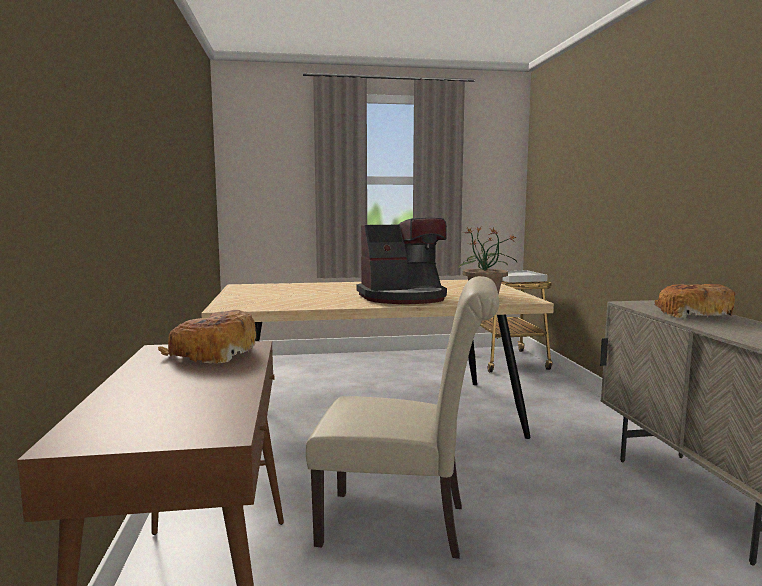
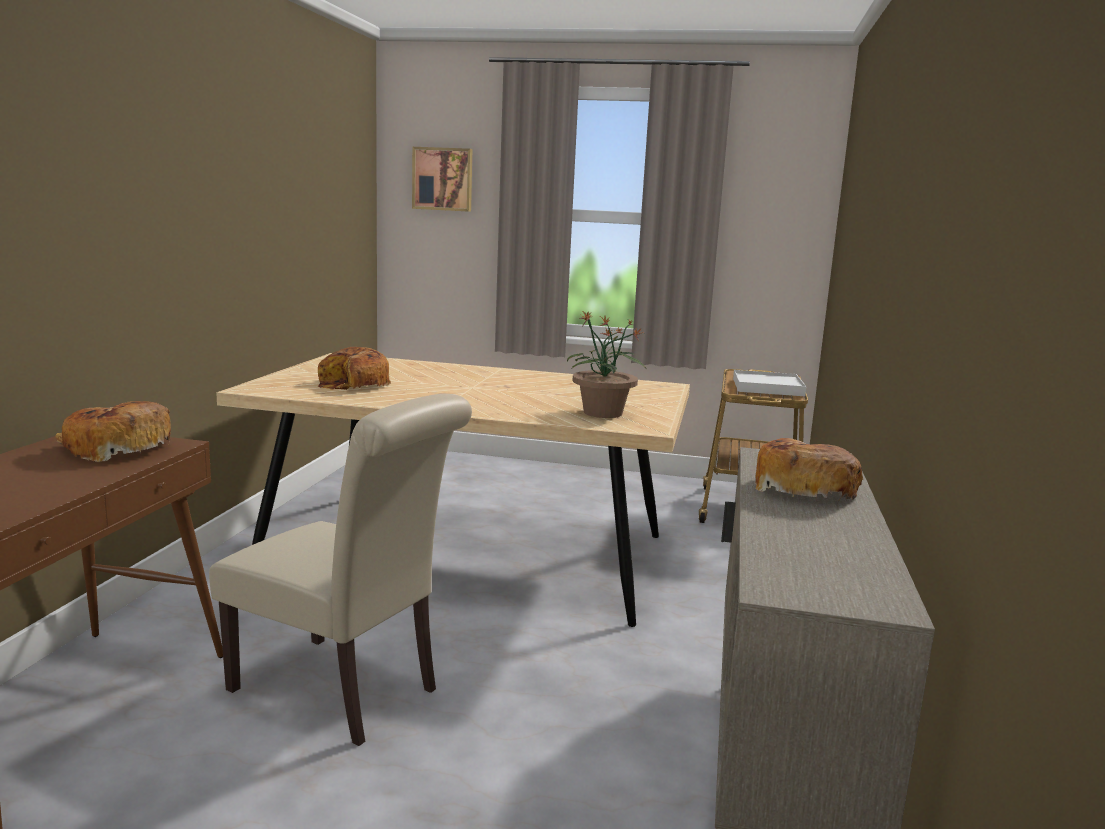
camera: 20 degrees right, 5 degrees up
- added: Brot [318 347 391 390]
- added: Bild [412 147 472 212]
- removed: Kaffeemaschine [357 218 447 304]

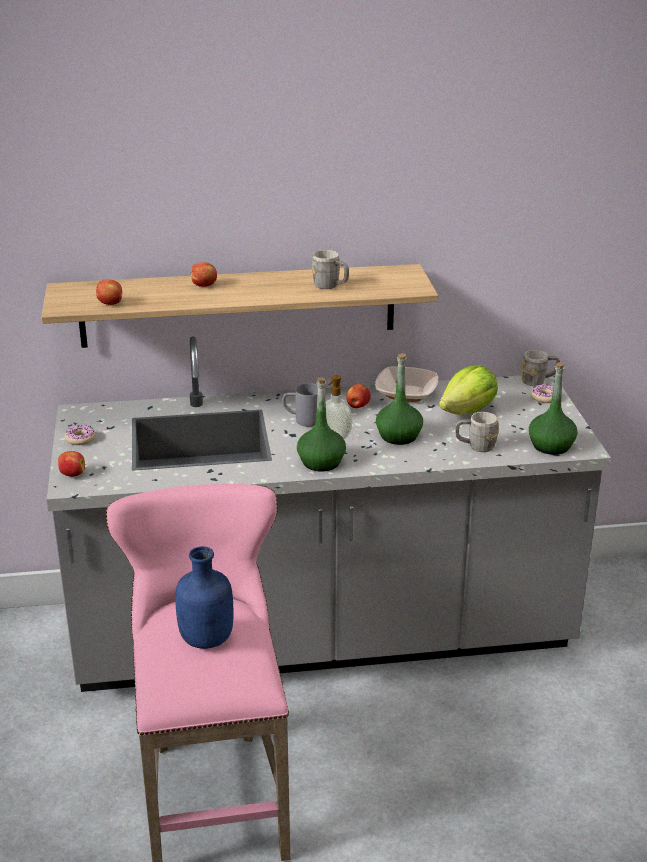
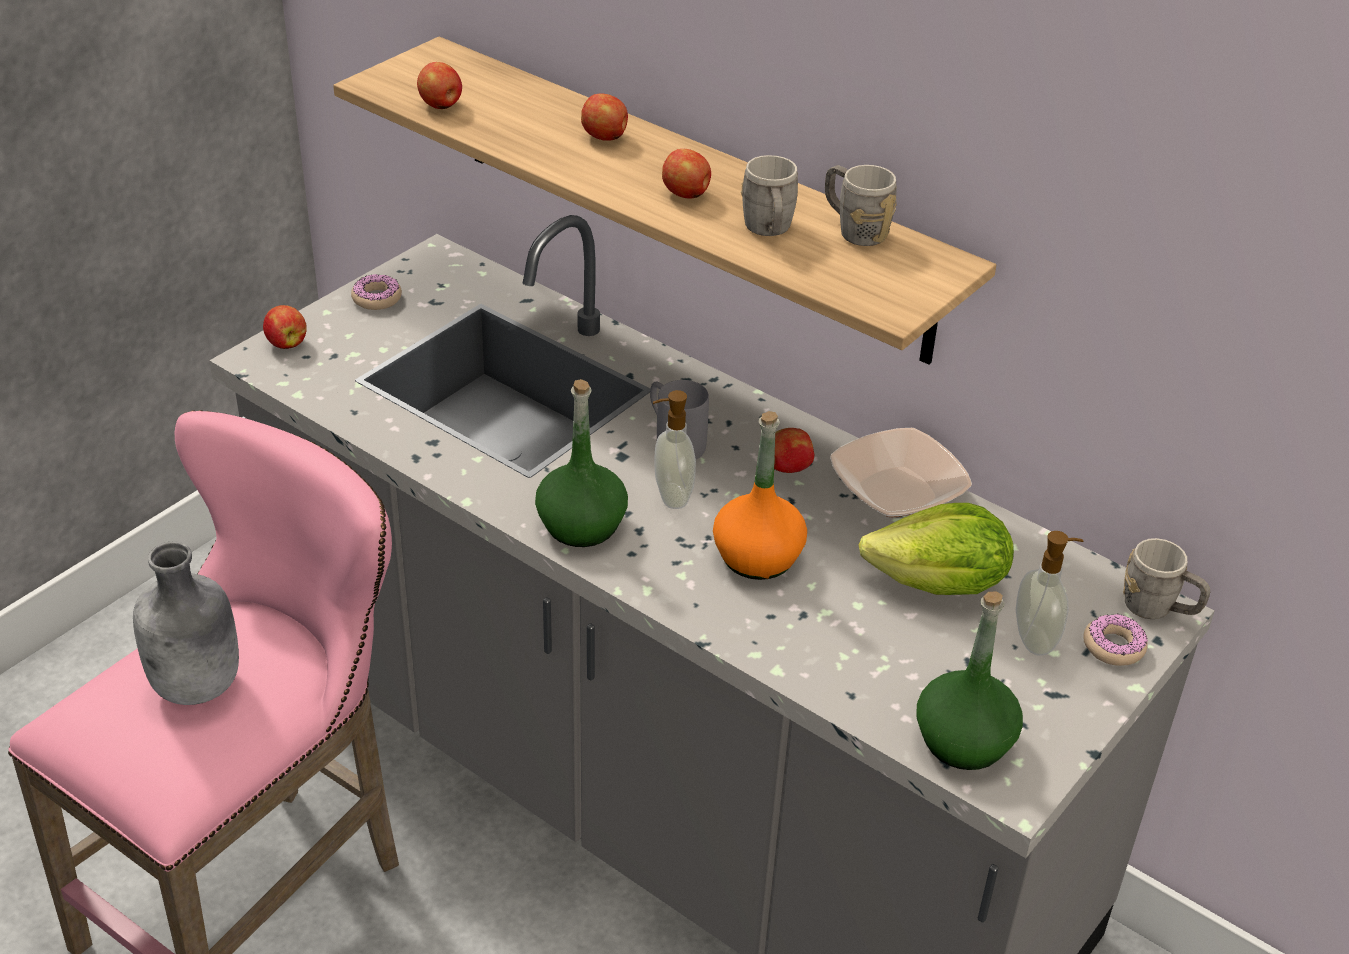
camera: 45 degrees right, 10 degrees up
- recoloured: Flasche/blau [175 546 234 649] to Flasche/grau [133 541 239 705]
- added: Apfel [662 149 711 198]
- recoloured: Flasche/grün [376 353 423 445] to Flasche/orange [713 411 807 580]
- moved: Henkelbecher/grau [455 412 499 452] to [825 165 897 246]
- added: Seifenspender [1016 531 1083 656]

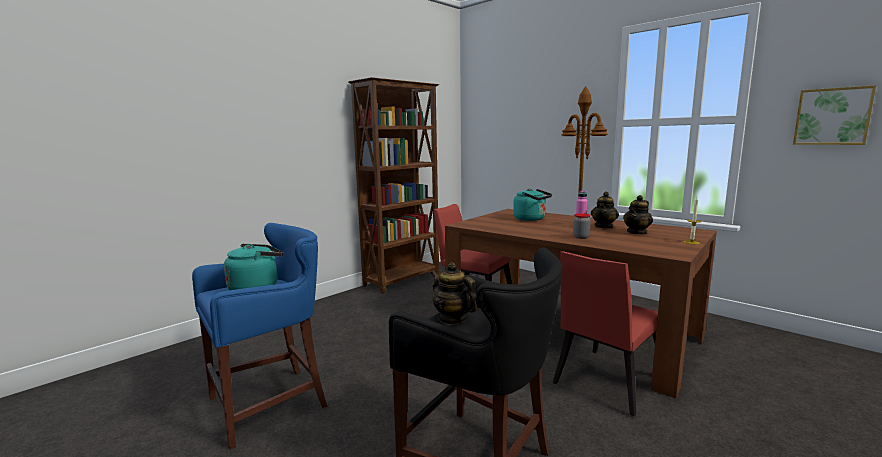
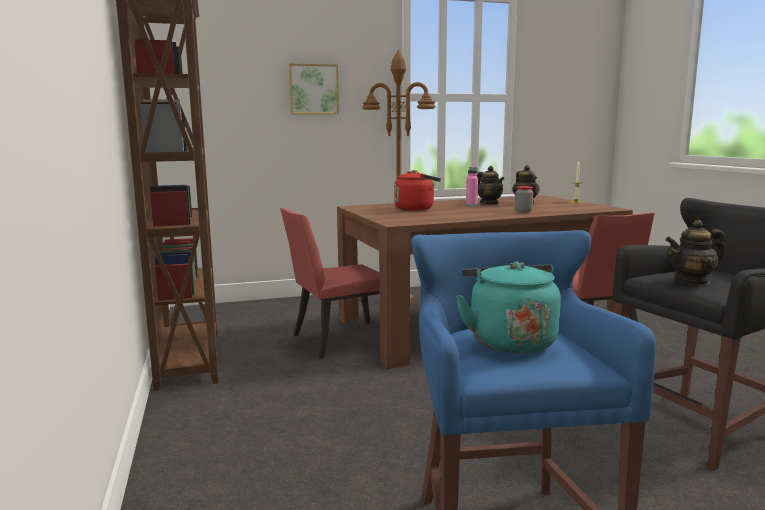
camera: 60 degrees left, 0 degrees up
- moved: Bild [793 85 876 145] to [289 63 339 114]
- recoloured: Wasserkessel/türkis [513 188 552 221] to Wasserkessel/rot [394 170 441 211]

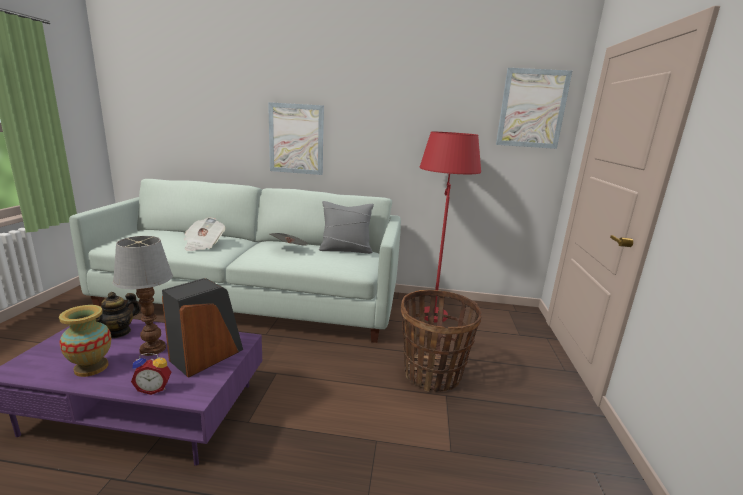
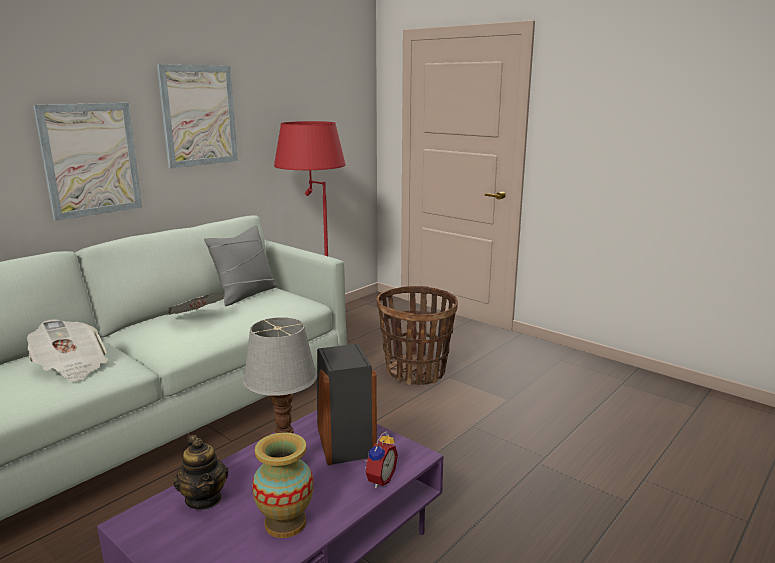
camera: 55 degrees left, 0 degrees up
- moved: Bild [496 68 572 149] to [157 64 238 168]

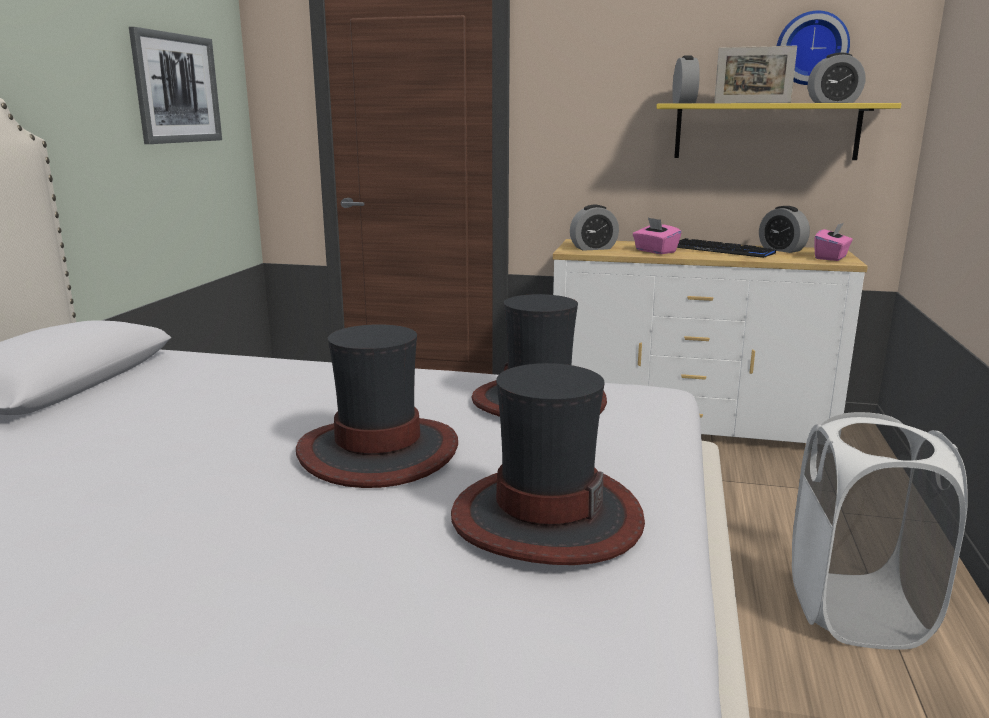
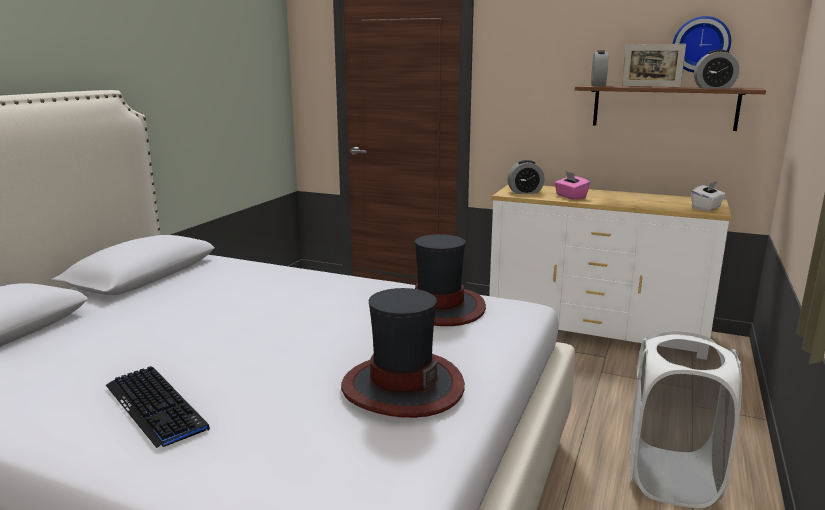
camera: 10 degrees right, 0 degrees up
- moved: Tastatur [677 238 776 258] to [106 366 210 448]
- recoloured: Wandregal/gelb [656 103 901 160] to Wandregal/braun [575 85 766 131]
- recoloured: Taschentuchbox/rosa [814 223 853 261] to Taschentuchbox/weiß [692 181 726 211]
- removed: Bild [129 27 222 144]
- removed: Hut [296 324 458 488]
- removed: Wecker [759 206 810 253]

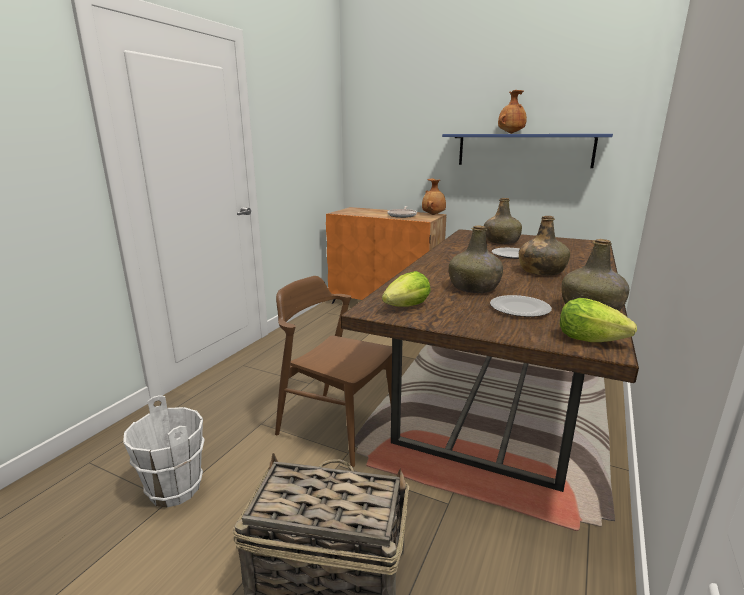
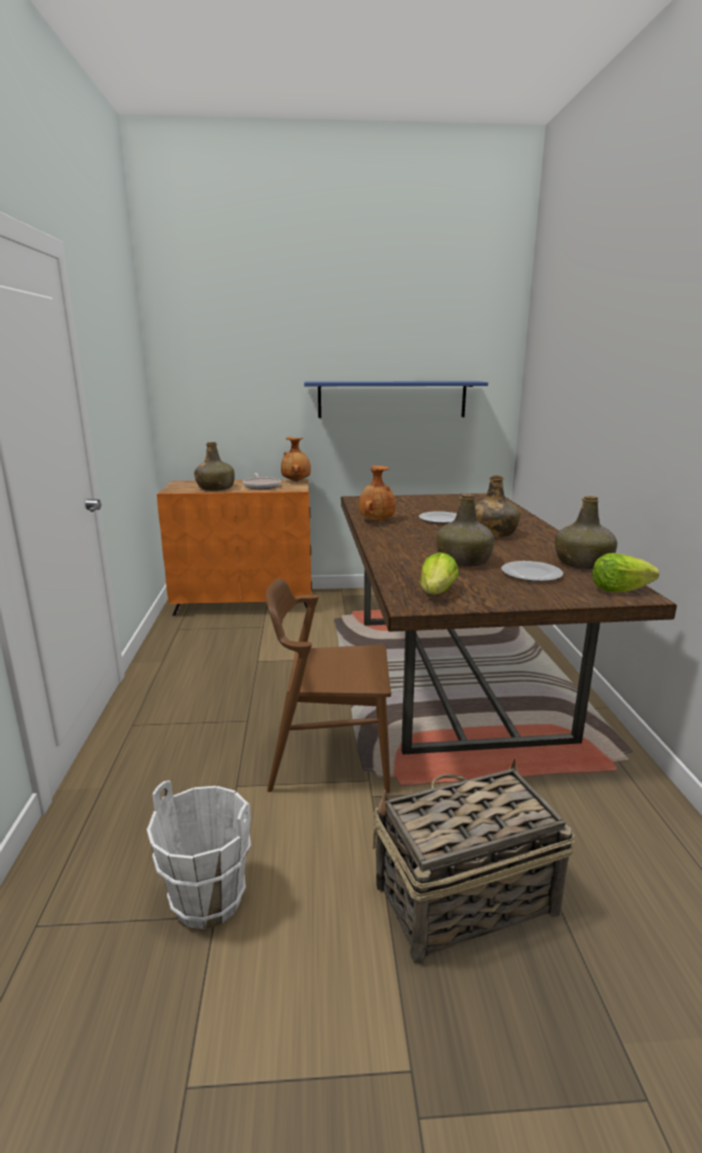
camera: 30 degrees left, 0 degrees up
- moved: Flasche/grün [484 198 522 244] to [194 442 235 491]
- moved: Vase/braun [498 90 527 134] to [359 466 396 521]

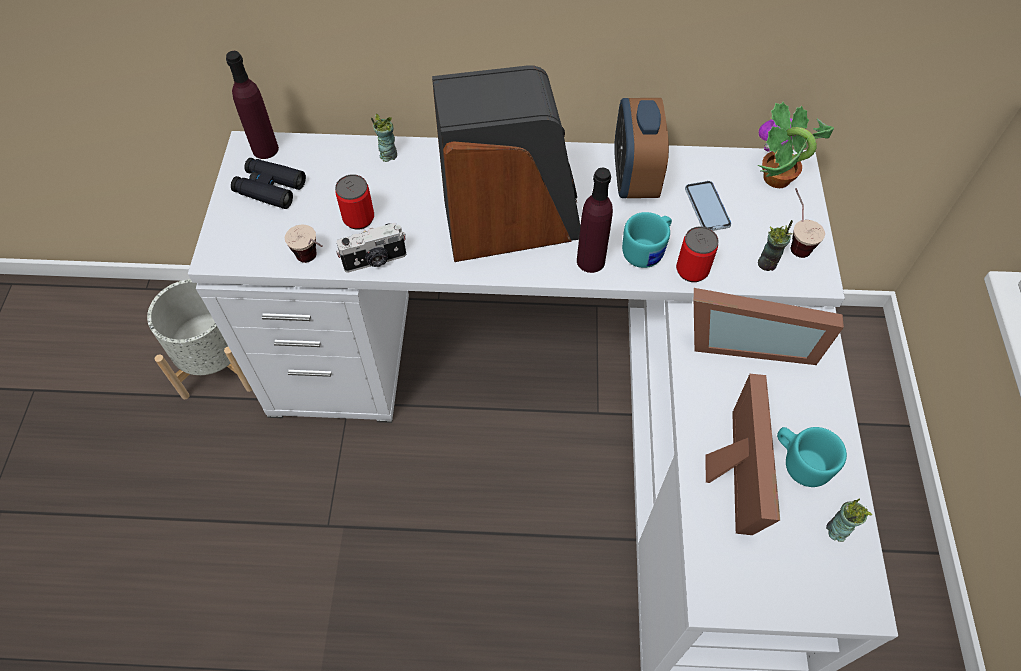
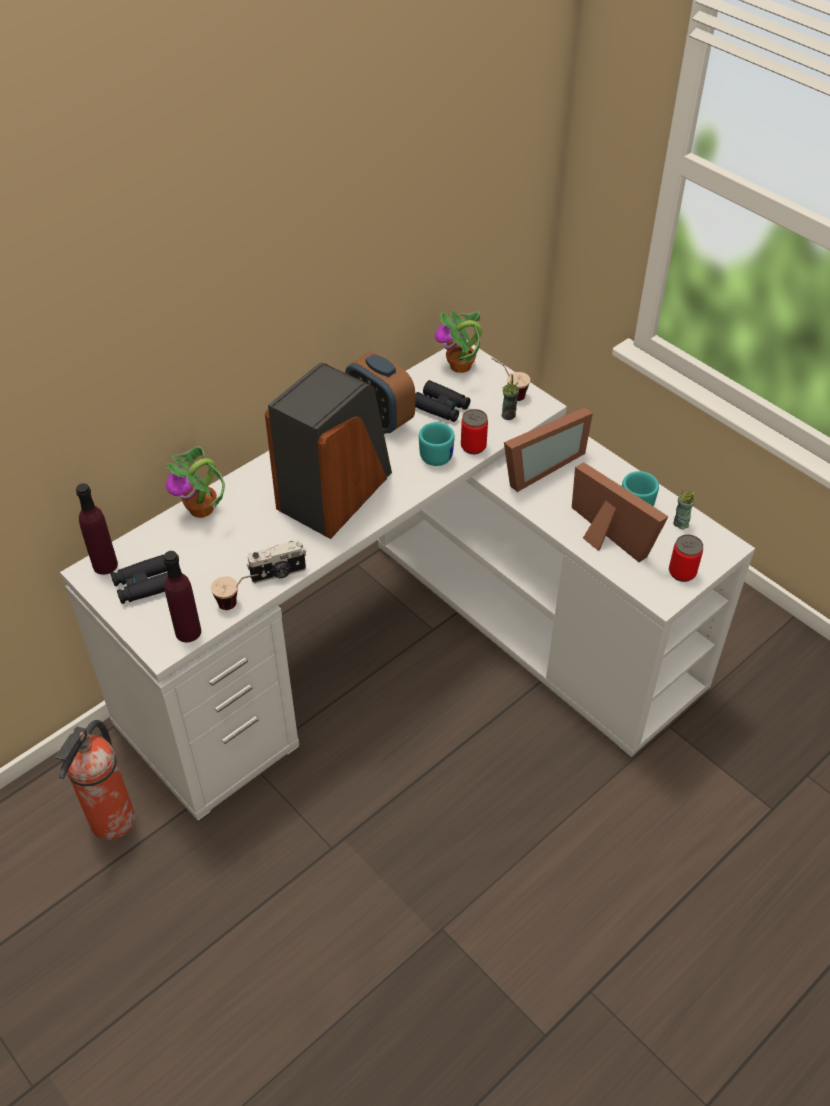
camera: 45 degrees left, 10 degrees down
- replaced: Pflanzkübel/grau [147 279 252 399] to Feuerlöscher [55 720 135 840]
- moved: Flasche/lila [577 168 613 273] to [164 551 201 642]
- replaced: Tasse [371 114 397 162] to Topfpflanze [166 446 225 518]
- turned: Kamera [336 223 406 273] = [247 540 306 583] 45 degrees clockwise
- replaced: Handy [685 181 732 231] to Fernglas/schwarz [415 380 470 422]
- moved: Dose [335 174 374 230] to [669 534 703 582]

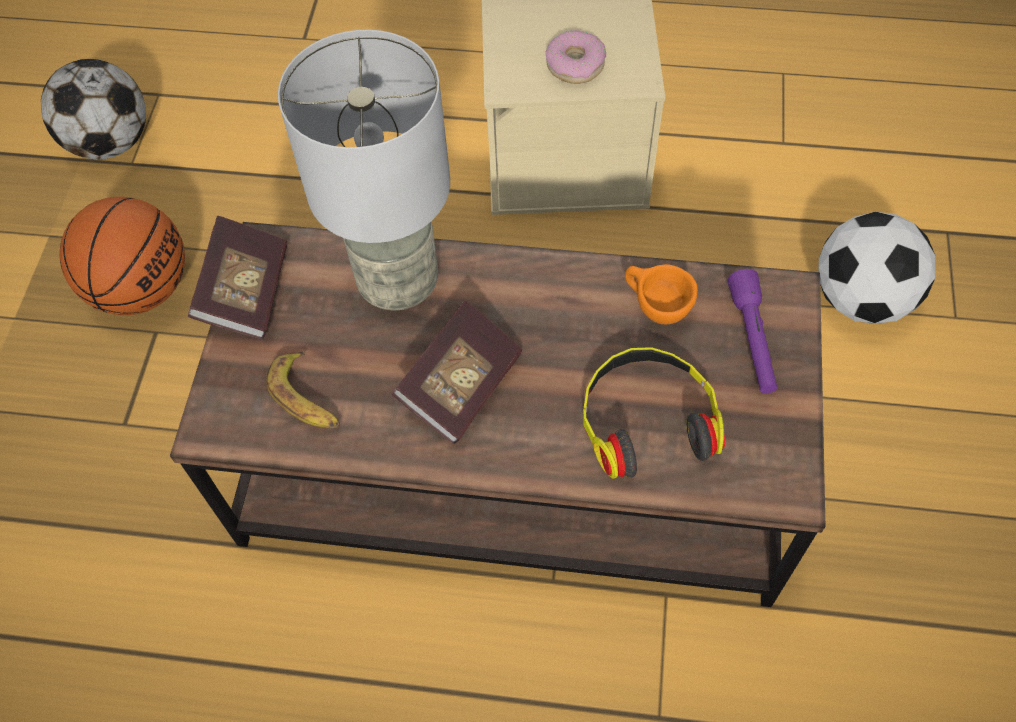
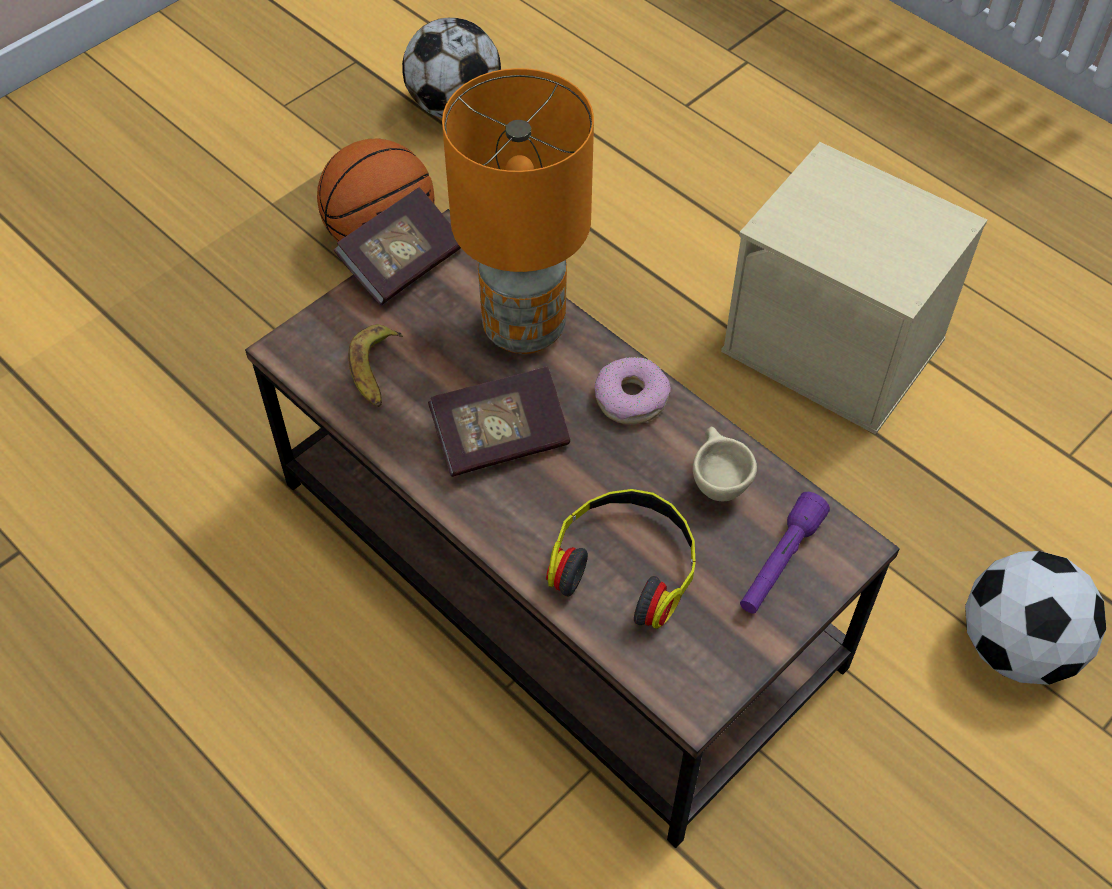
camera: 35 degrees right, 5 degrees down
- recoloured: Tischlampe/grau [278 29 450 311] to Tischlampe/orange [442 68 594 354]
- moved: Donut [546 30 606 84] to [595 357 671 424]
- recoloured: Tasse/orange [625 264 698 324] to Tasse/beige [693 427 757 501]

